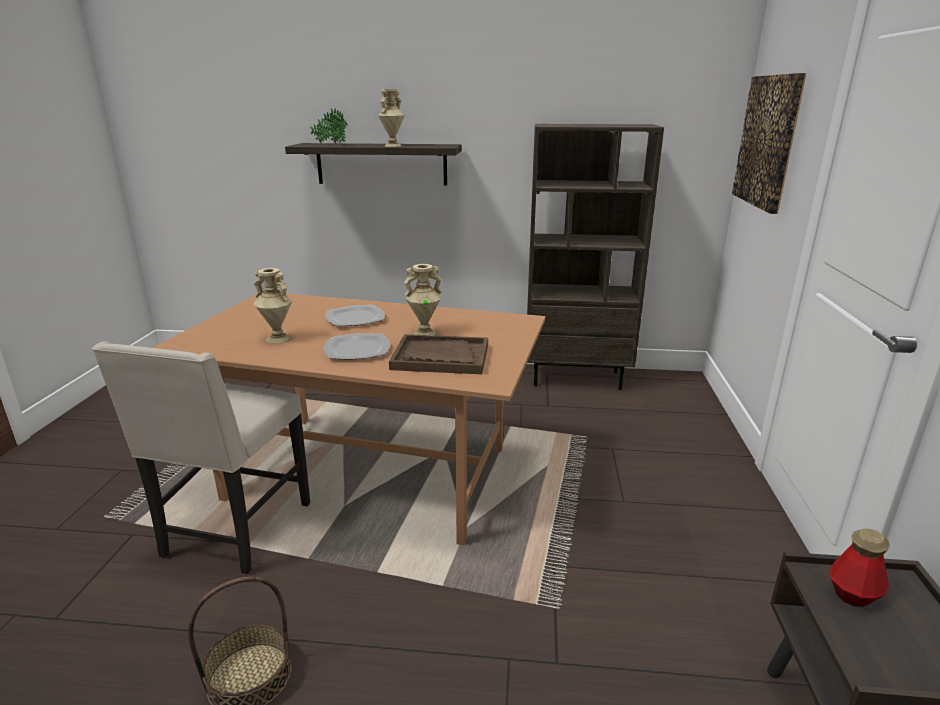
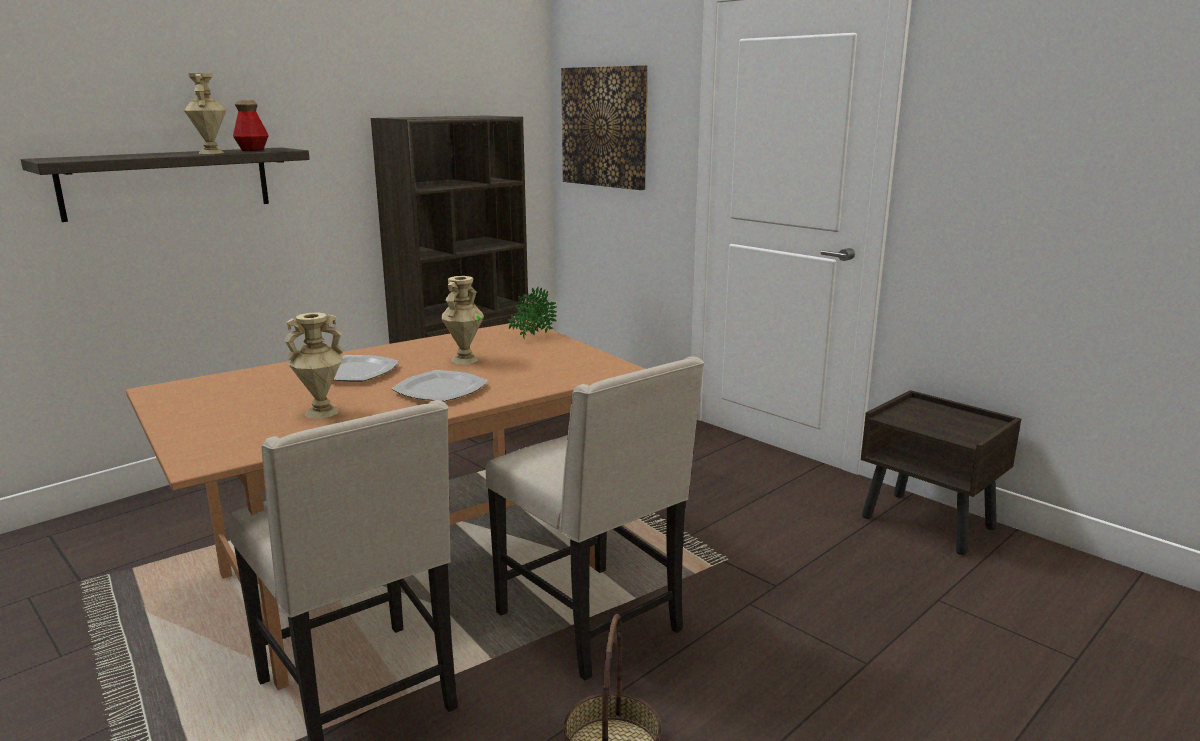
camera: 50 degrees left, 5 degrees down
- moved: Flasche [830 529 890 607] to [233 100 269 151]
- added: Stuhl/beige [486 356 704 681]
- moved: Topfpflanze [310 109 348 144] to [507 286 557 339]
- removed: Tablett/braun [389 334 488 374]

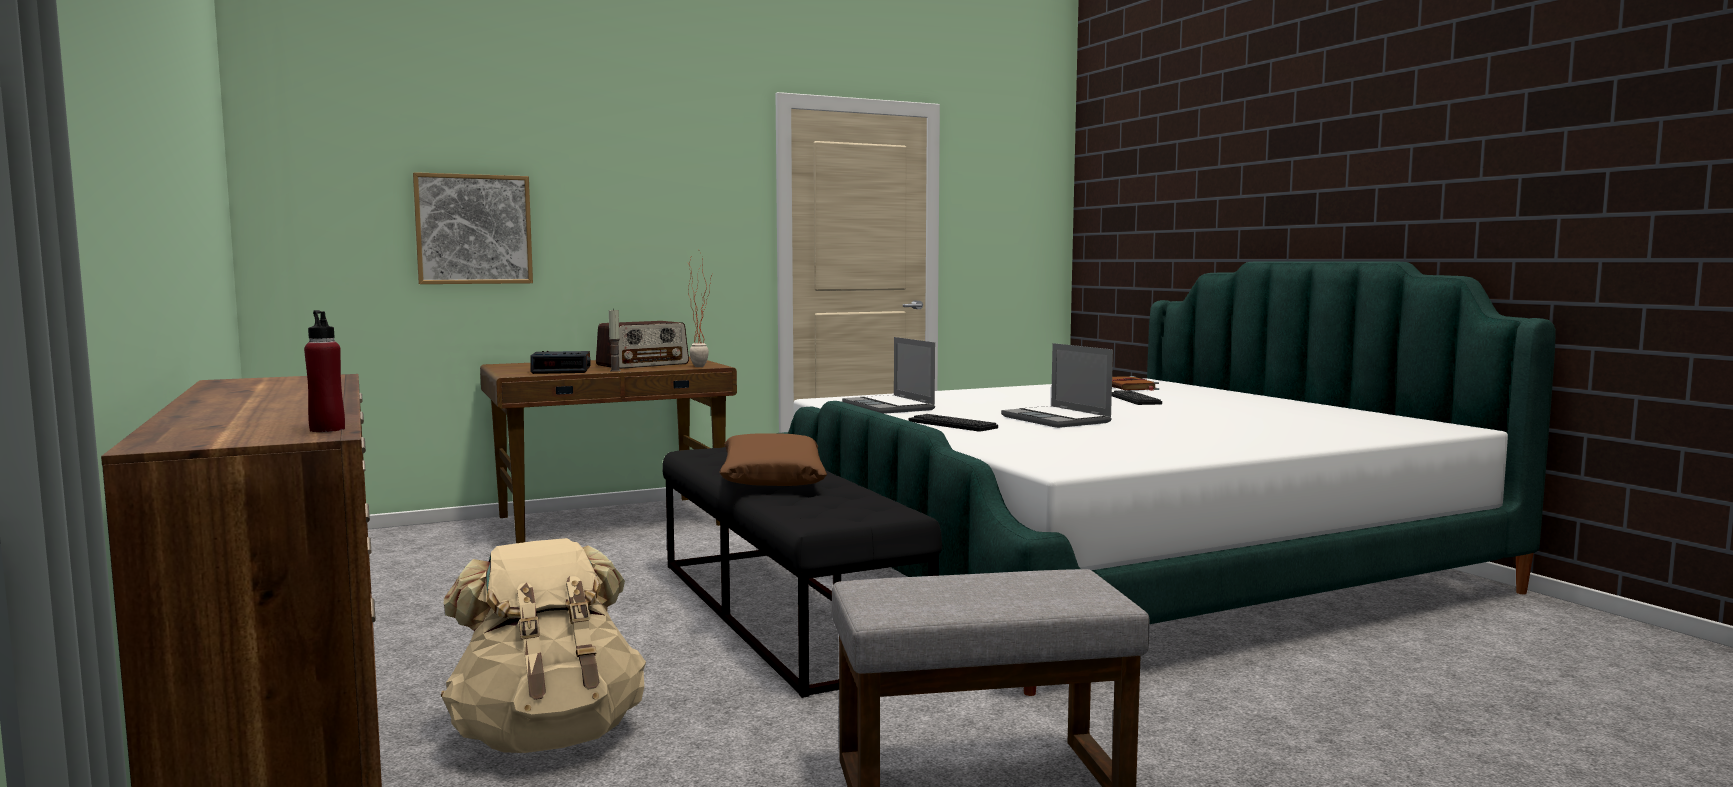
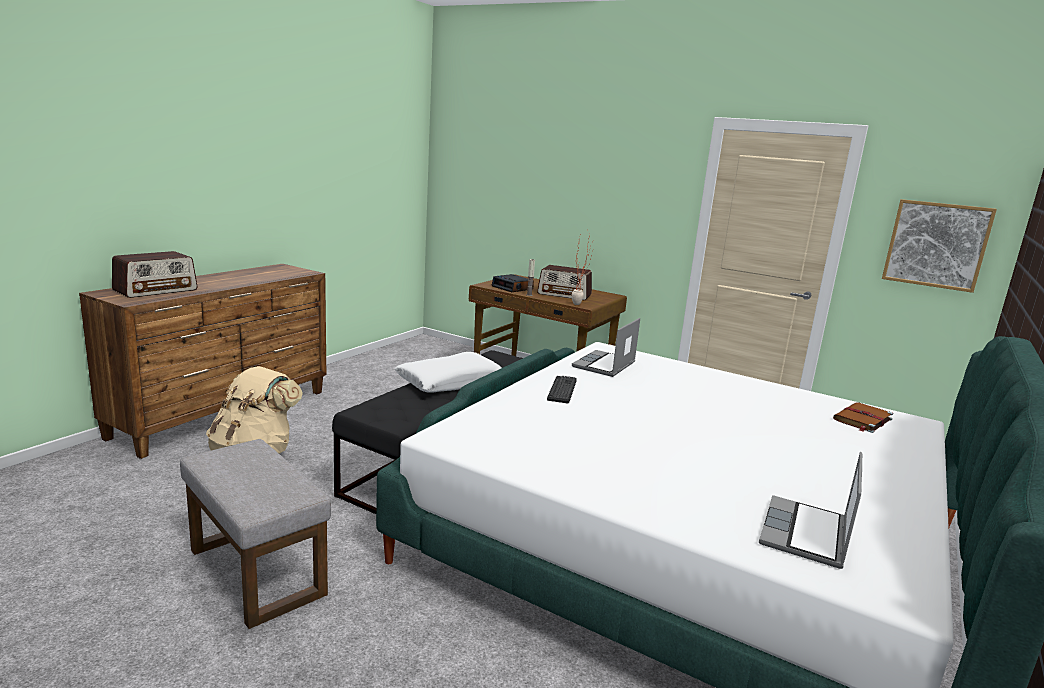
camera: 55 degrees right, 10 degrees up
- added: Radio [112 251 198 298]
- recoloured: Kissen/braun [720 433 827 486] to Kissen/weiß [394 352 502 393]
- moved: Laptop [1001 343 1113 428] to [759 452 862 569]
- moved: Bild [413 172 533 284] to [882 199 997 293]
- removed: Flasche/rot [304 310 345 432]
- removed: Tastatur [1112 390 1162 405]

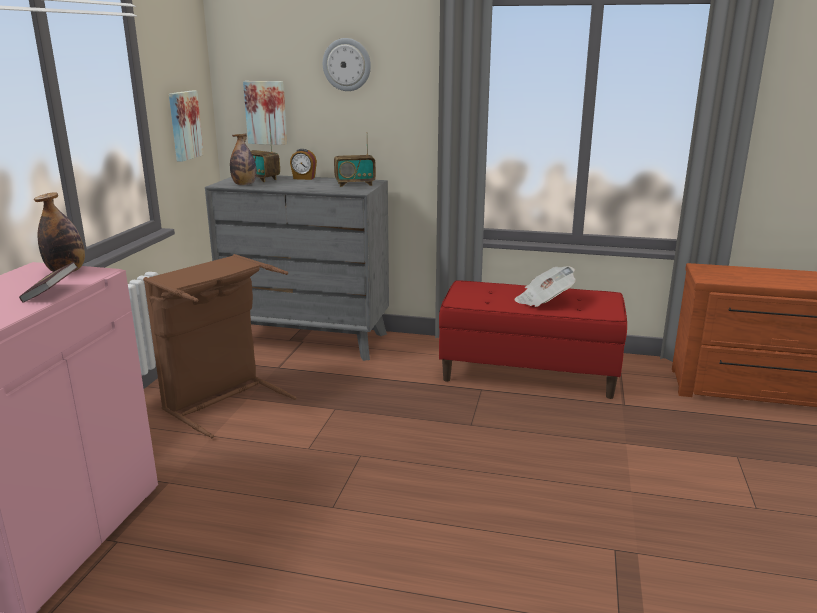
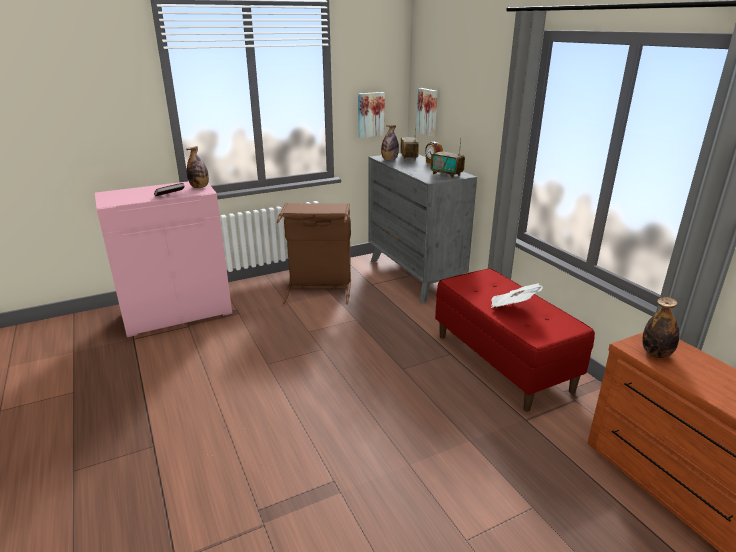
camera: 50 degrees right, 5 degrees up
- added: Flasche [642 297 679 358]
- removed: Wanduhr [323 38 371 91]

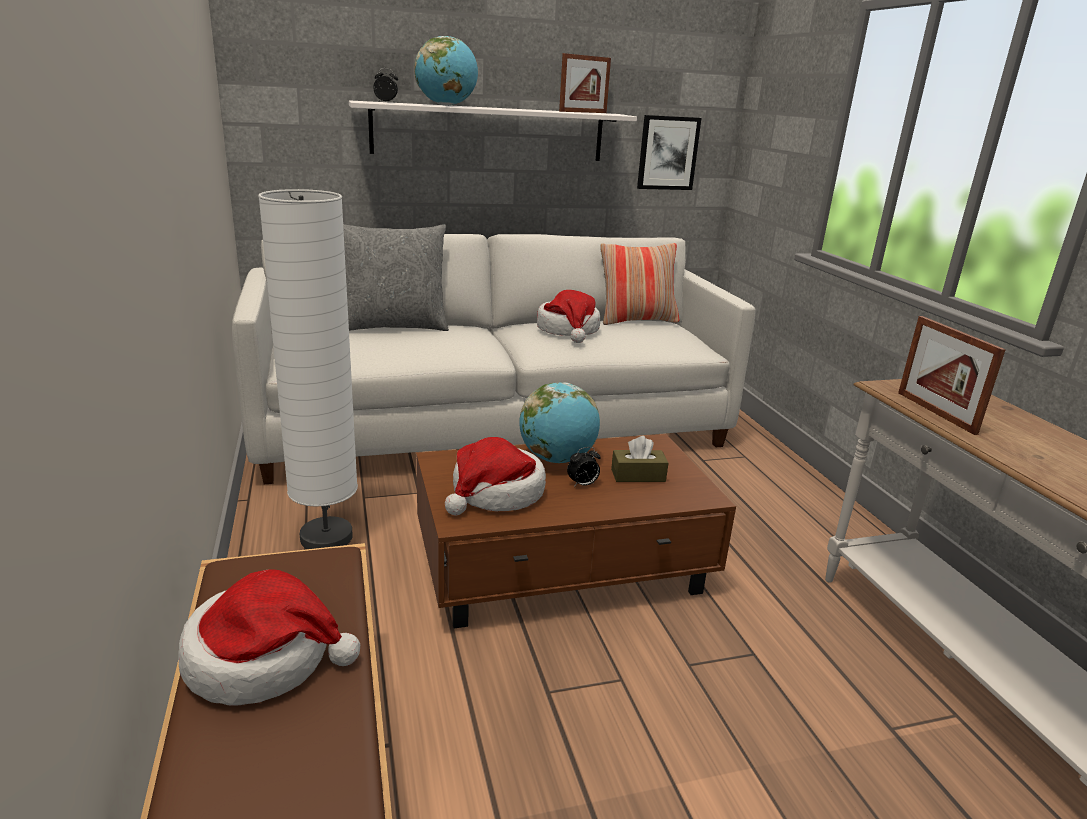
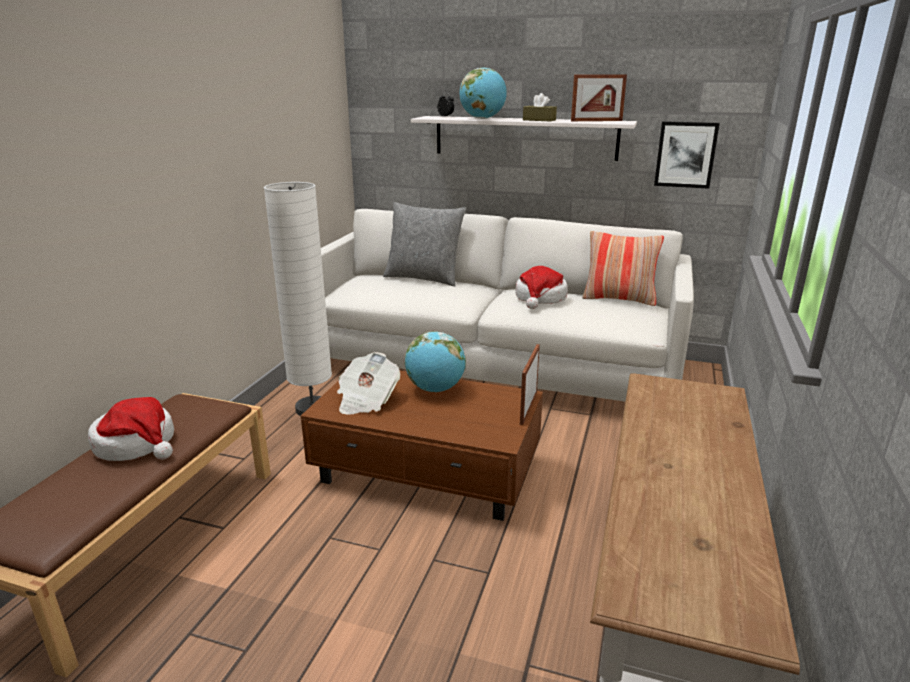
camera: 35 degrees right, 0 degrees up
- replaced: Hut [445 437 546 516] to Zeitung [337 352 400 415]
- moved: Bilderrahmen [898 316 1006 435] to [520 344 540 425]
- moved: Taschentuchbox/braun [611 436 668 482] to [523 93 557 121]
- removed: Wecker [567 447 601 487]

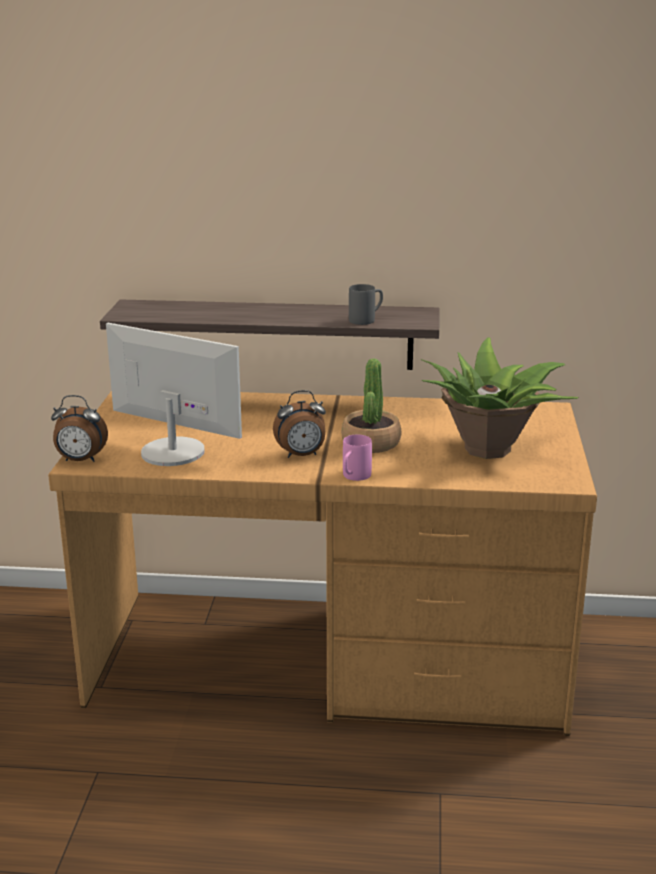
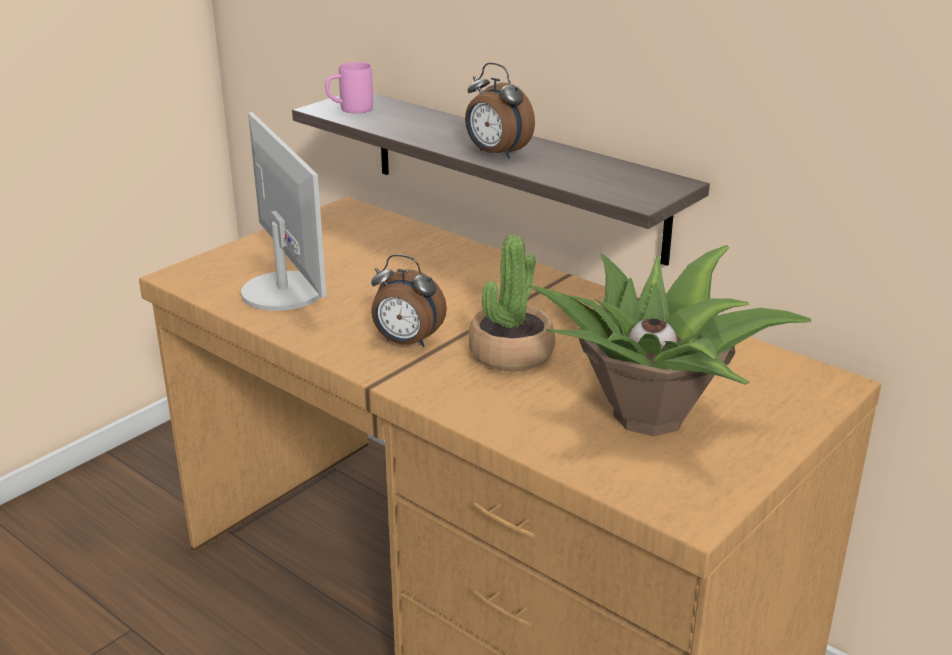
camera: 35 degrees right, 5 degrees up
- moved: Henkelbecher/rosa [343 435 372 481] to [325 62 373 113]
- moved: Wecker [51 395 108 462] to [465 63 535 159]
- removed: Henkelbecher/grau [349 284 383 325]

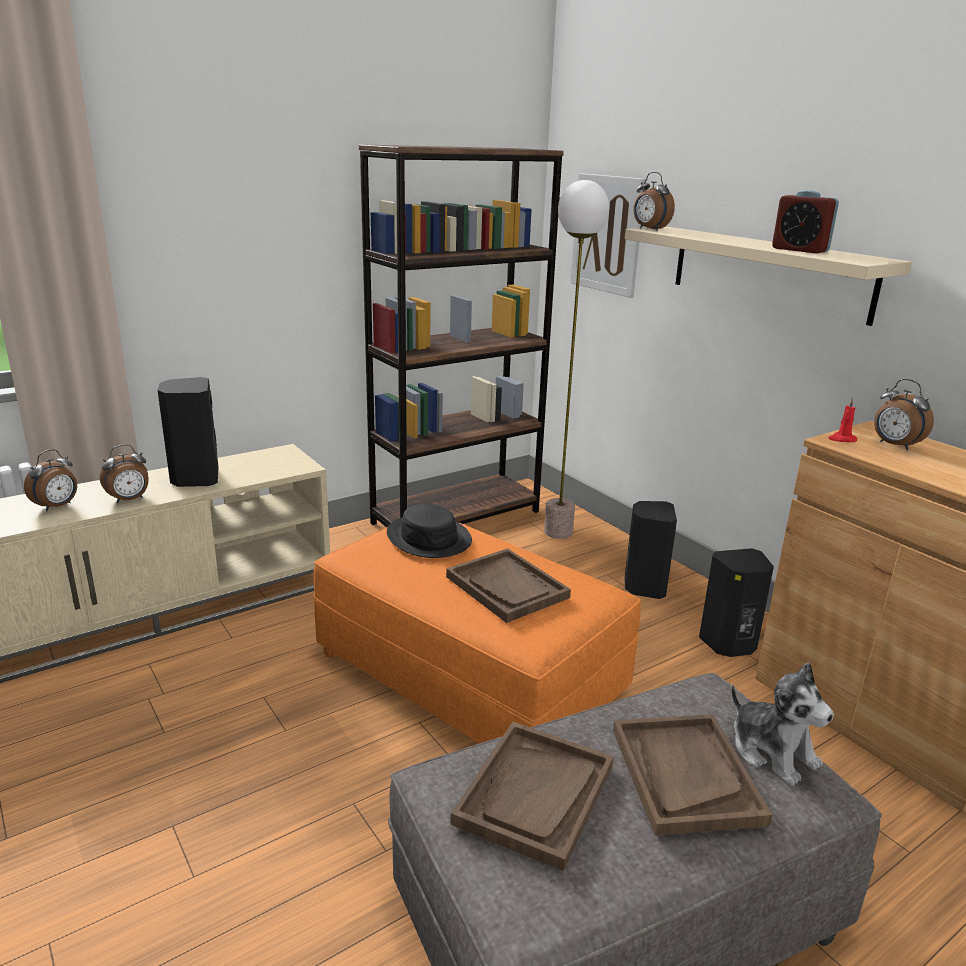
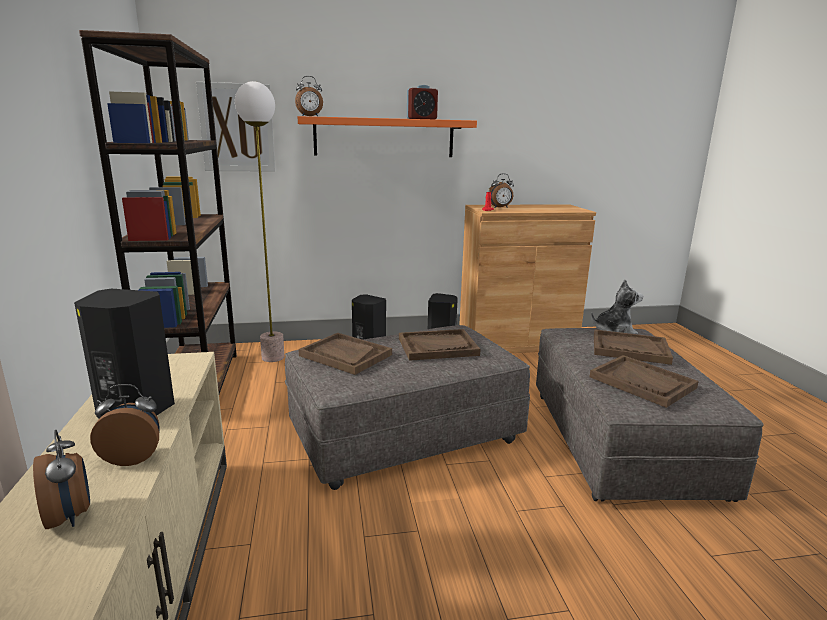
camera: 65 degrees left, 5 degrees down
- turned: Wecker [100 444 148 503] = [90 384 160 466] 90 degrees counterclockwise
- recoloured: Polsterhocker/orange [313 521 641 743] to Polsterhocker/grau [285 325 530 490]
- recoloured: Wandregal/beige [625 227 912 326] to Wandregal/orange [298 116 477 157]
- replaced: Hut/schwarz [387 504 472 558] to Tablett/braun [298 333 392 375]

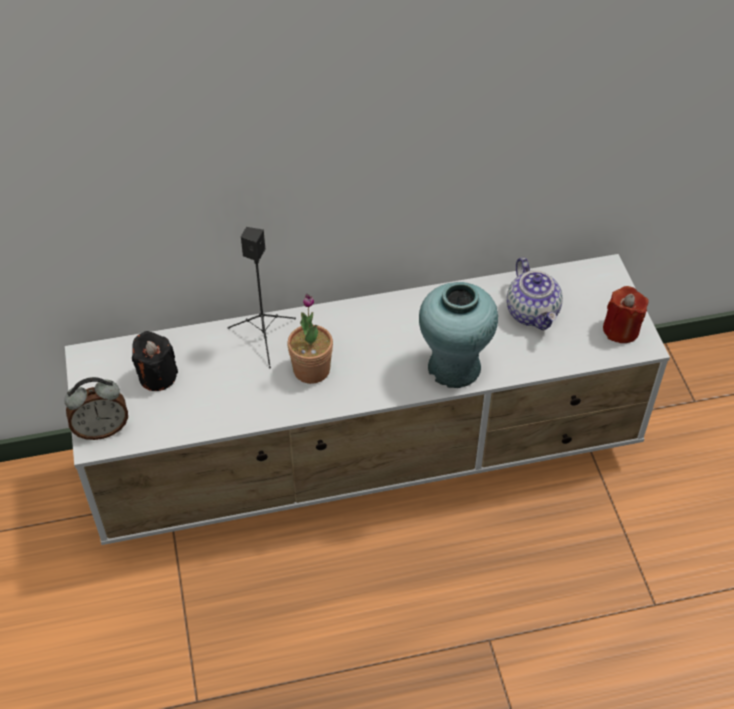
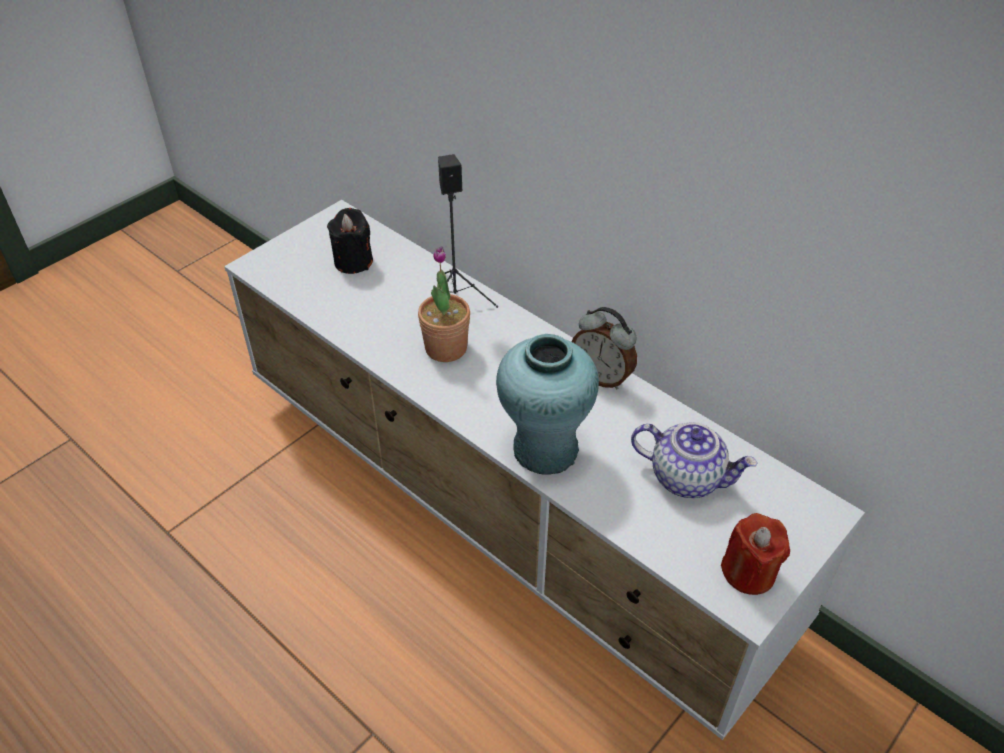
camera: 55 degrees right, 5 degrees down
- moved: Wecker [64 377 128 440] to [572 307 637 389]
- turned: Teekanne [507 257 563 331] = [631 422 757 498] 105 degrees counterclockwise

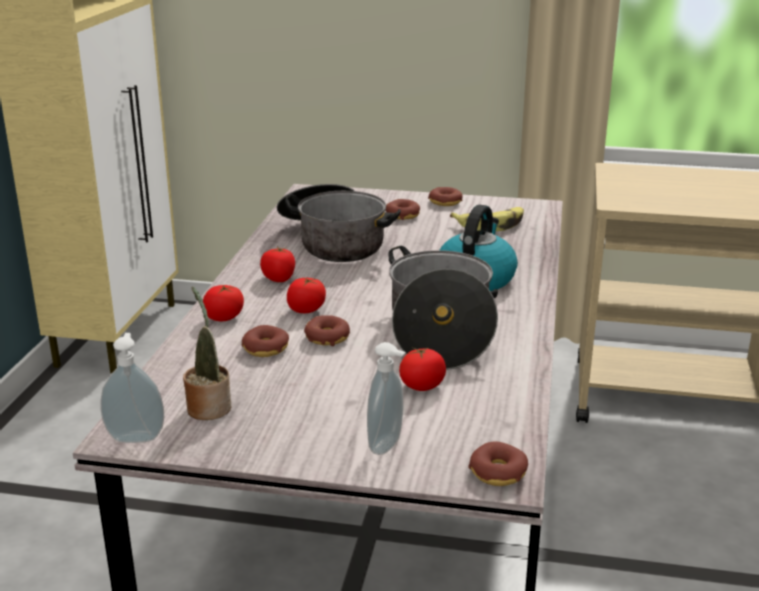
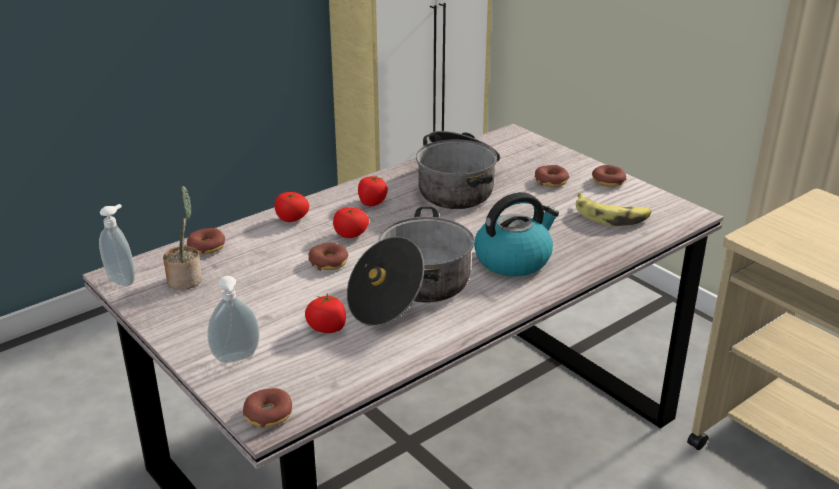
camera: 40 degrees right, 5 degrees up
- moved: Donut [241 325 289 357] to [187 228 225 255]

